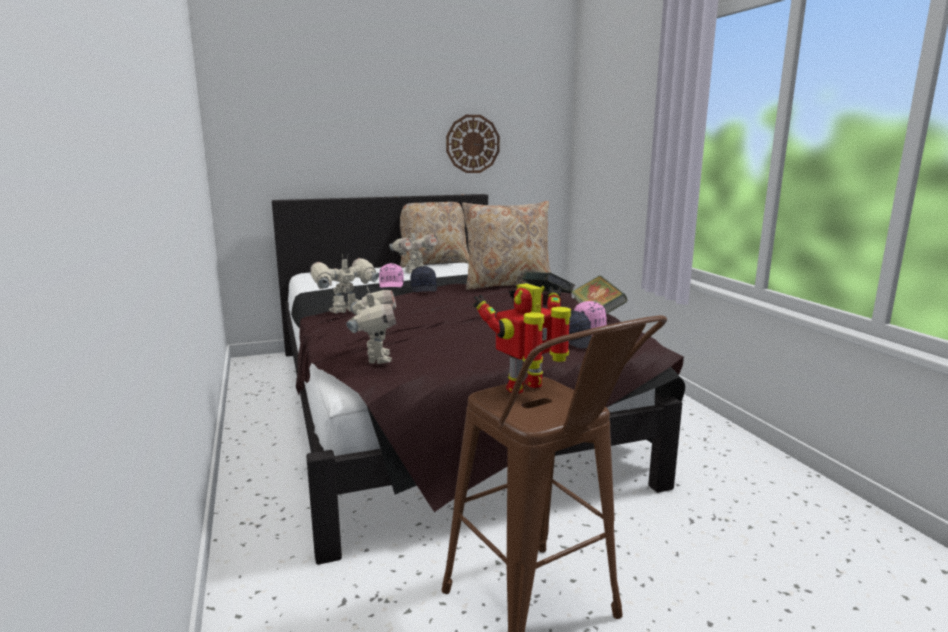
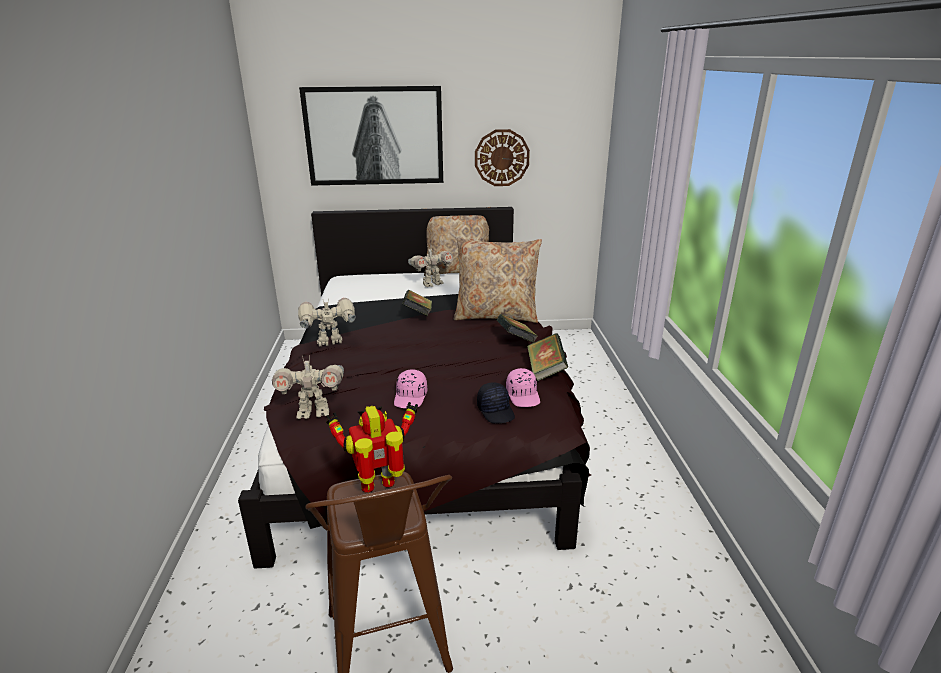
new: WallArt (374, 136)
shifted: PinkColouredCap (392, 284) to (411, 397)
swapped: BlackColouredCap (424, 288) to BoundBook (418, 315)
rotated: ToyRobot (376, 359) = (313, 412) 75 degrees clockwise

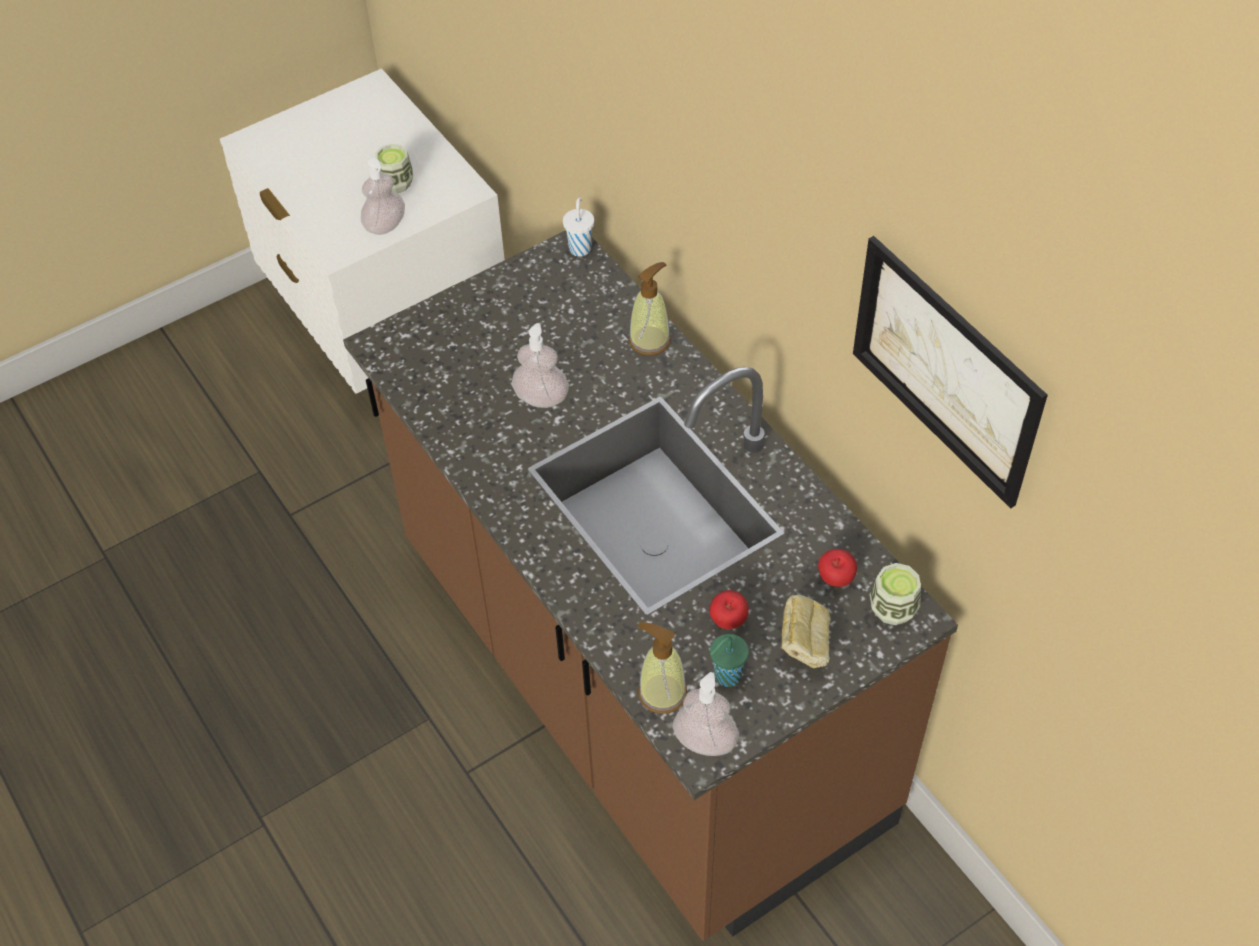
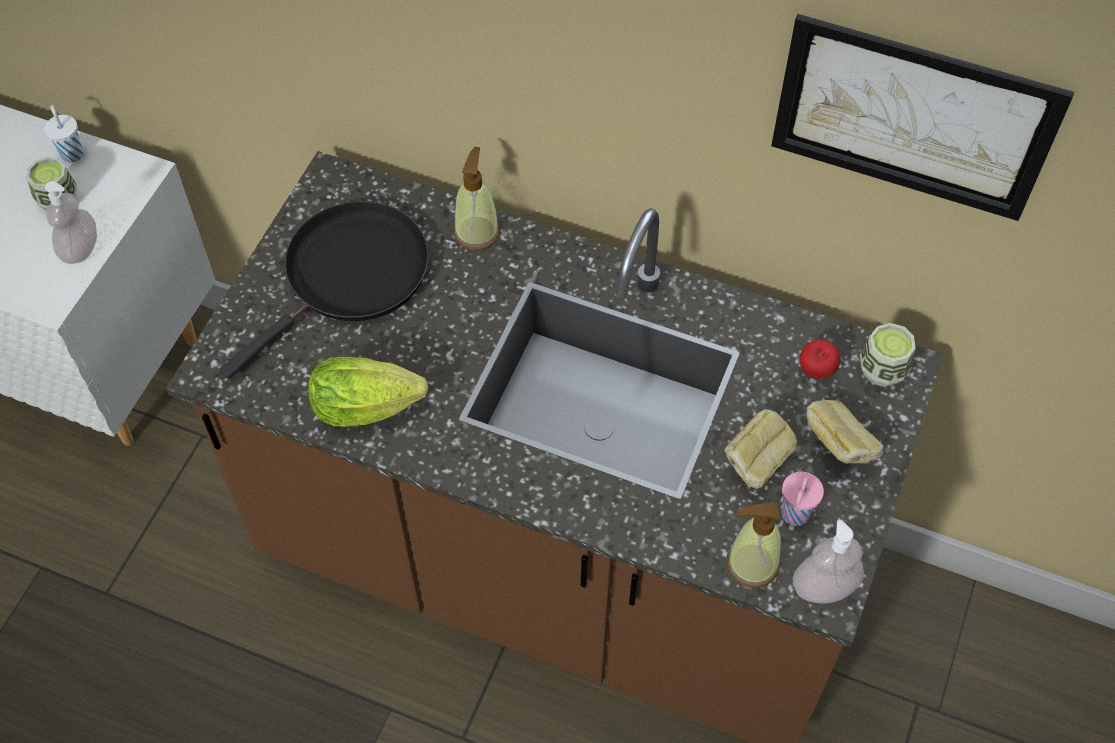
gone: SoapBottle (541, 398)
new: BlackColouredSkillet (350, 276); Lettuce (372, 407)
shifted: WhiteDrinkingCup (580, 248) to (72, 153)
swapped: Apple (728, 622) to BakedBread (756, 463)
repainted: GreenDrinkingCup (726, 677) to PinkColouredDrinkingCup (794, 515)

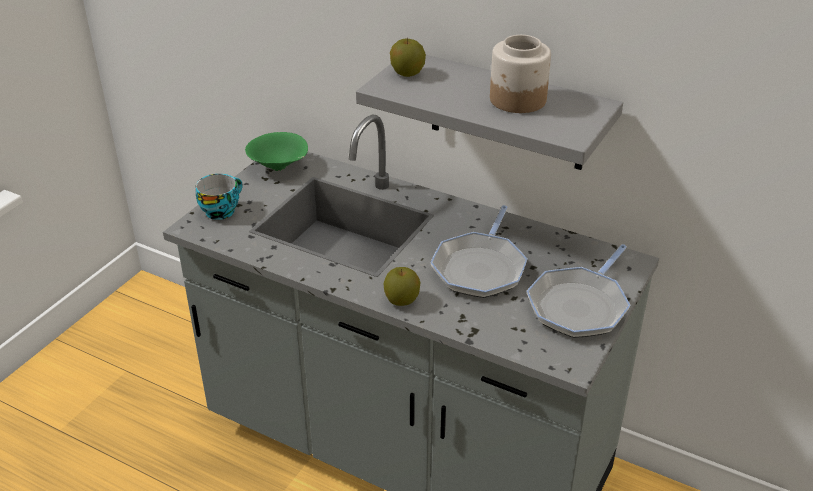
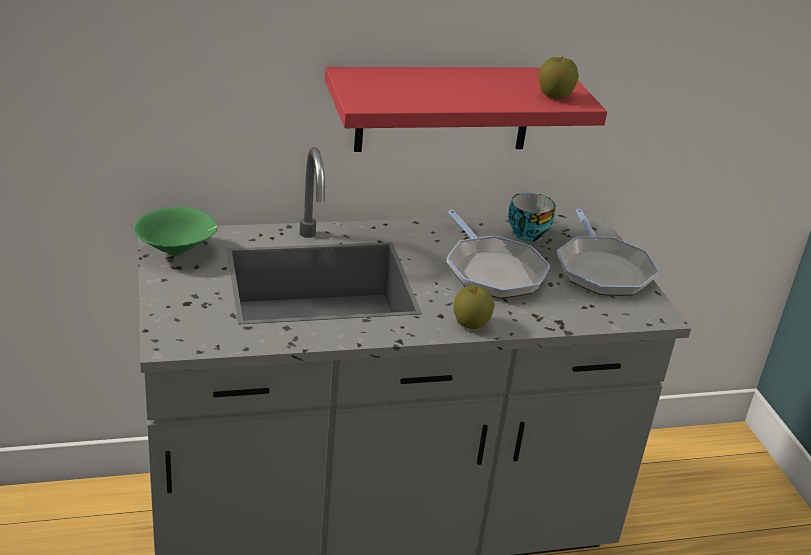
gone: StorageJar (518, 100)
shifted: Apple (407, 73) to (554, 96); DrinkingCup (221, 210) to (526, 232)
repainted: GrayWallShelf (507, 112) to RedColouredWallShelf (444, 109)

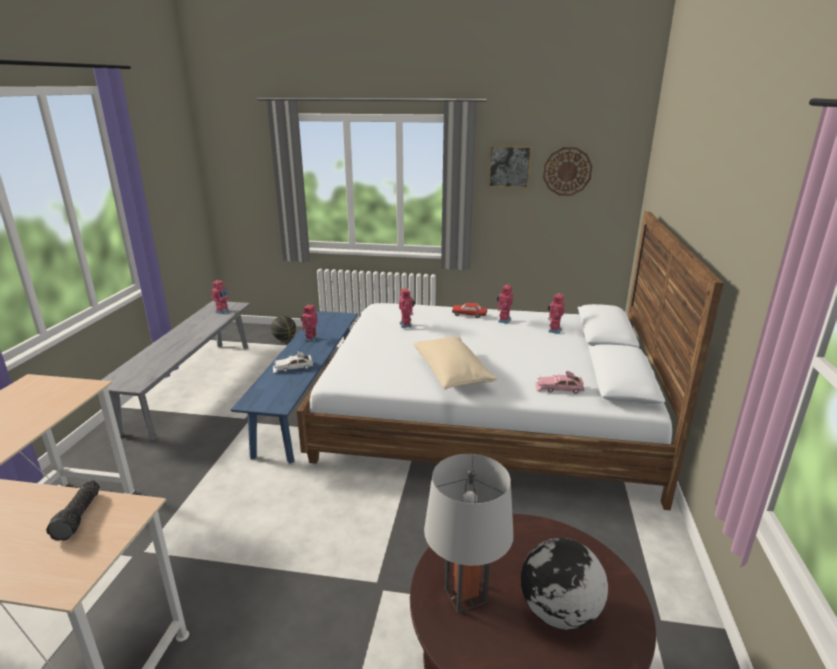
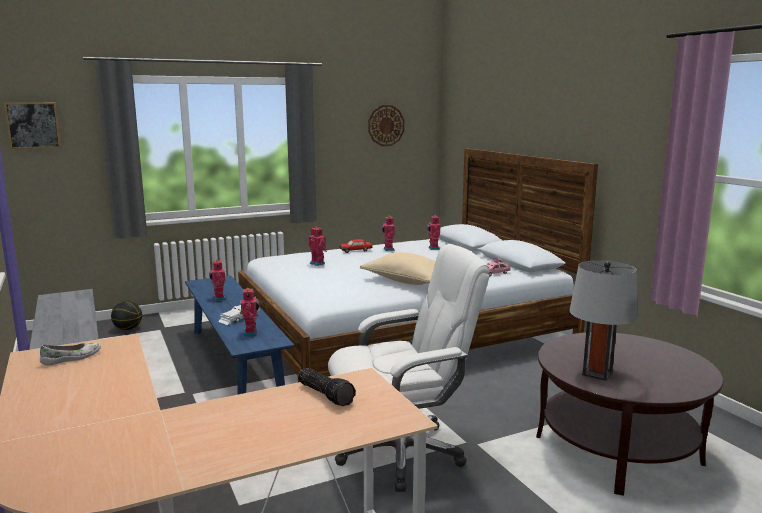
gone: Globe (558, 612)
new: WhiteComputerChair (402, 453); WhiteItemOfFootwear (72, 358)
shifted: WallArt (509, 166) to (33, 125); ToyRobot (223, 311) to (251, 333)

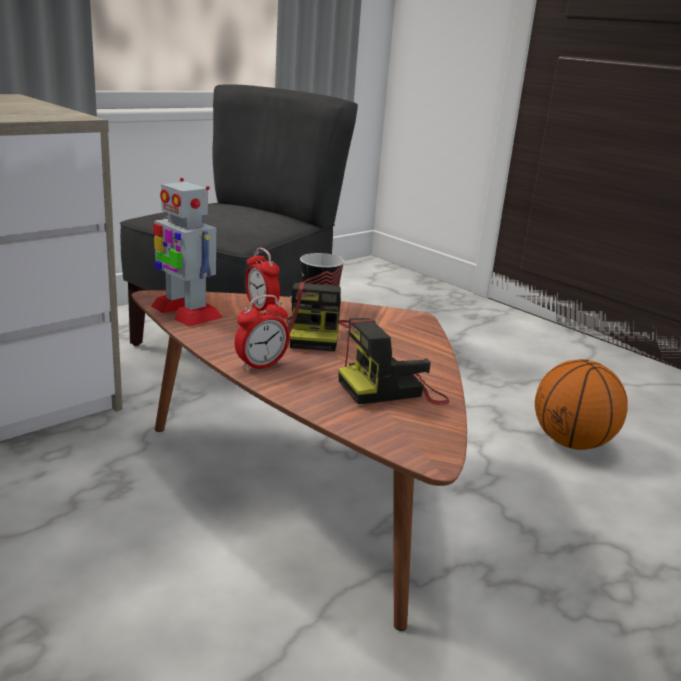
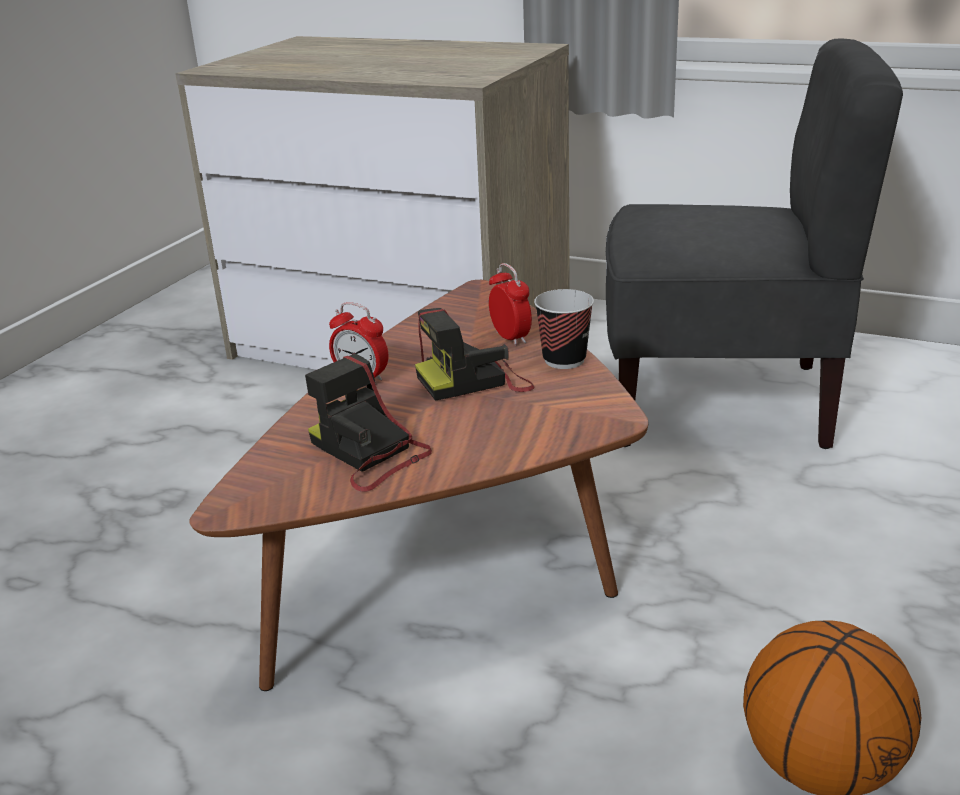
gone: ToyRobot (185, 312)
rotated: AlarmClock (261, 309) = (510, 337) 120 degrees clockwise

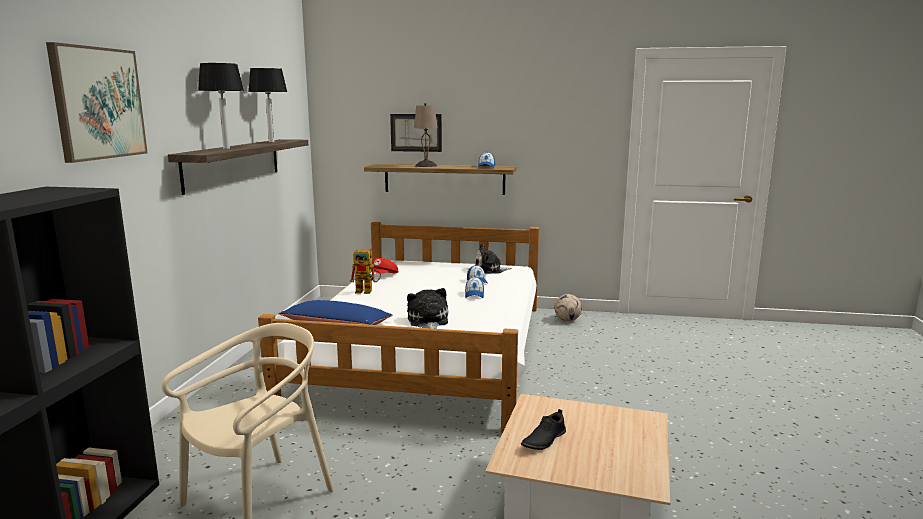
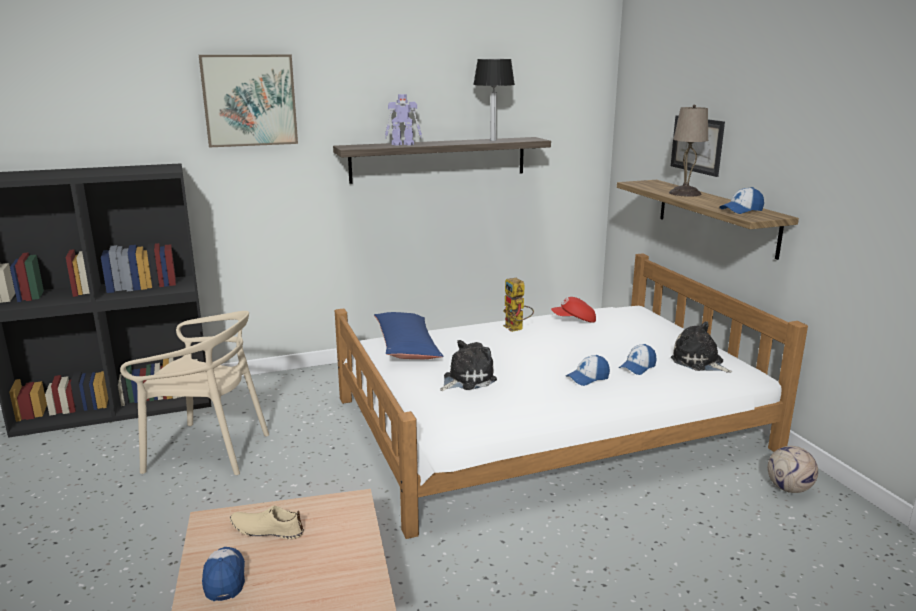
new: Cap (224, 578)
swapped: TabletopLamp (226, 148) to ToyRobot (403, 144)
repainted: BlackColouredItemOfFootwear (543, 440) to BeigeItemOfFootwear (266, 529)

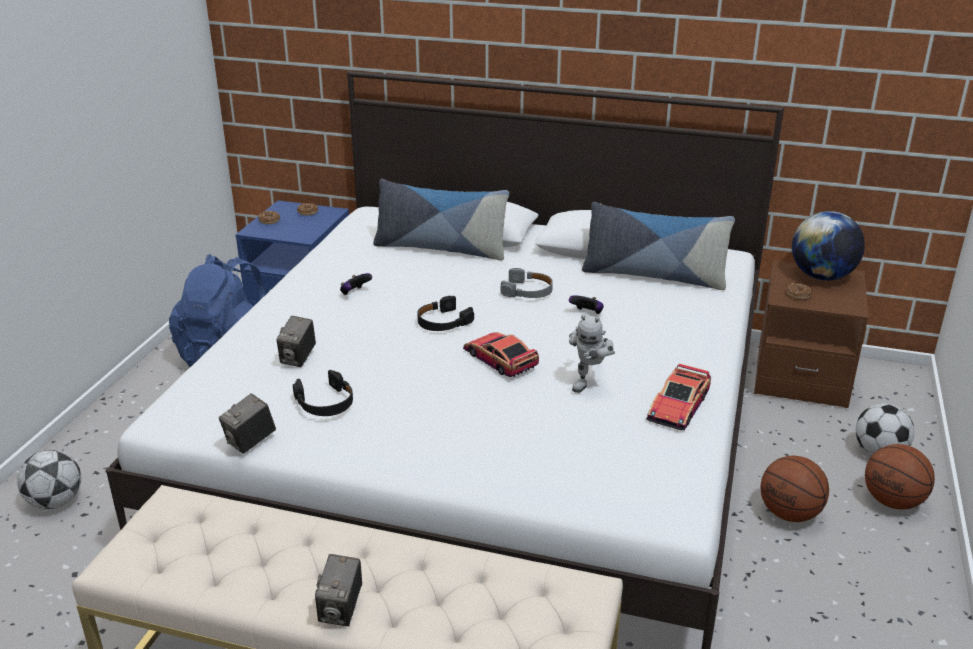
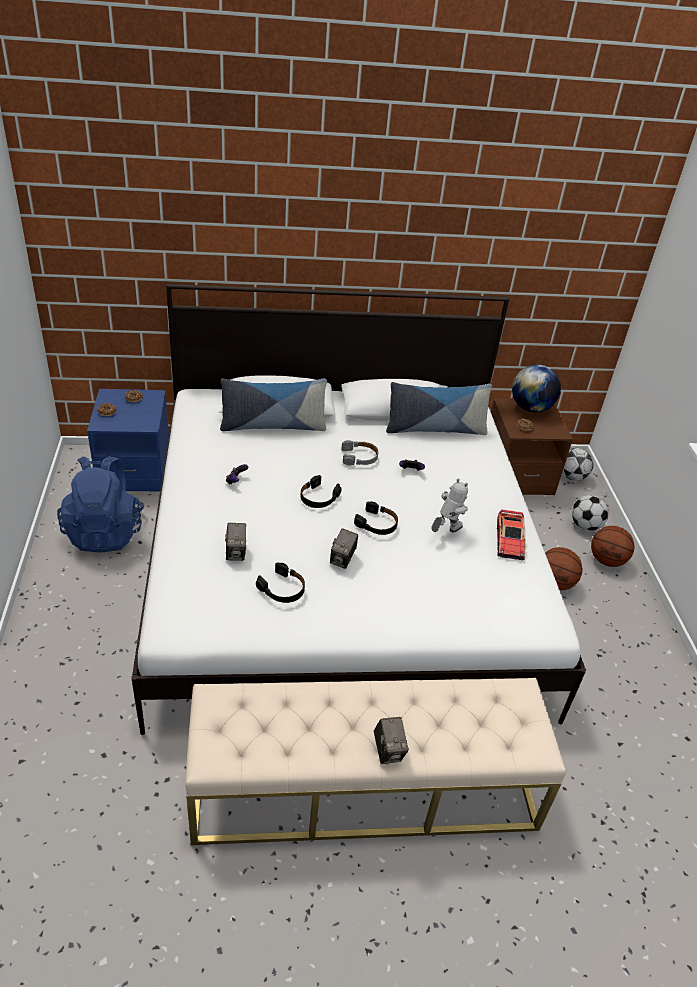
shifted: StillCamera (250, 442) to (342, 559); Football (56, 502) to (572, 477)
swapped: MiniatureCar (500, 359) to BlackColouredHeadphones (377, 524)
rotated: ToyRobot (589, 382) = (445, 532) 135 degrees counterclockwise

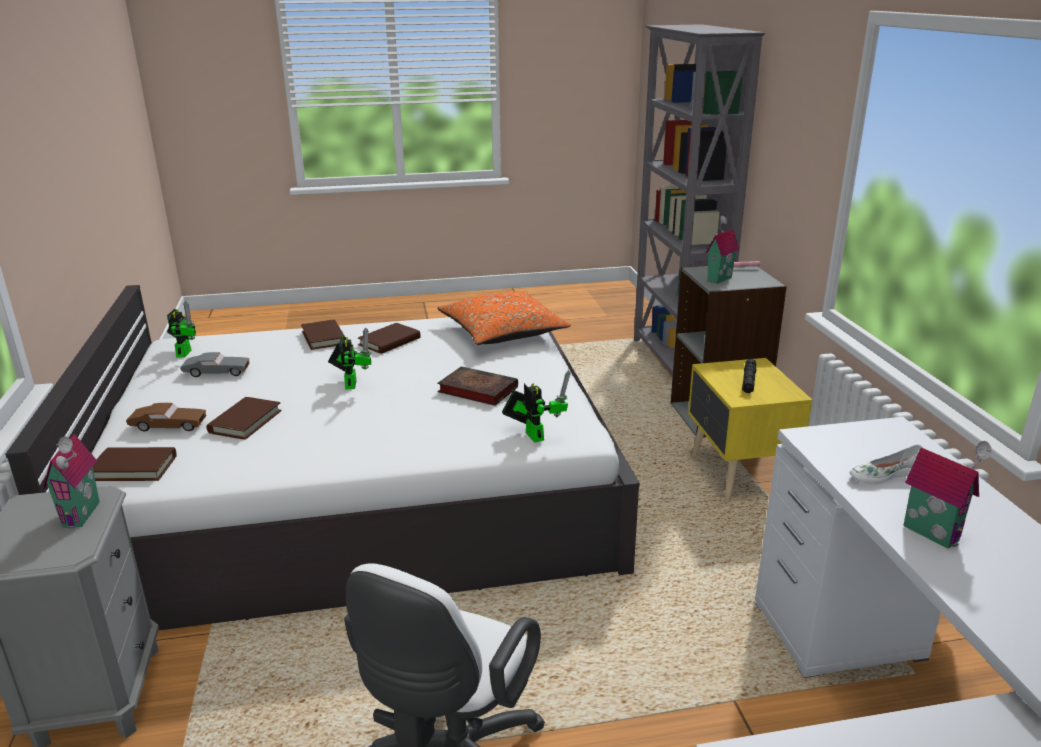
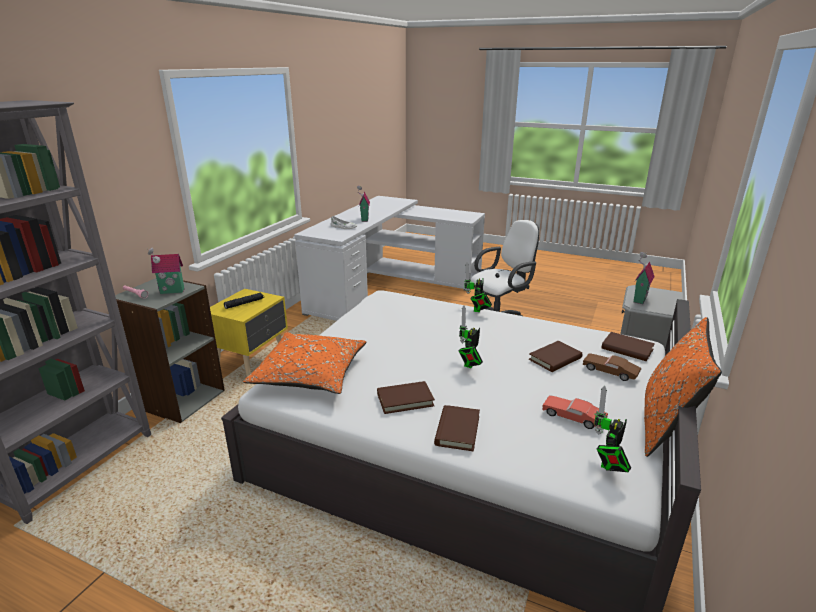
gone: BoundBook (476, 390)
new: OrangeyThrowPillow (666, 426)
shifted: ToyRobot (533, 434) to (477, 310)
repainted: GrayMiniatureCar (216, 373) to RedColouredMiniatureCar (573, 418)

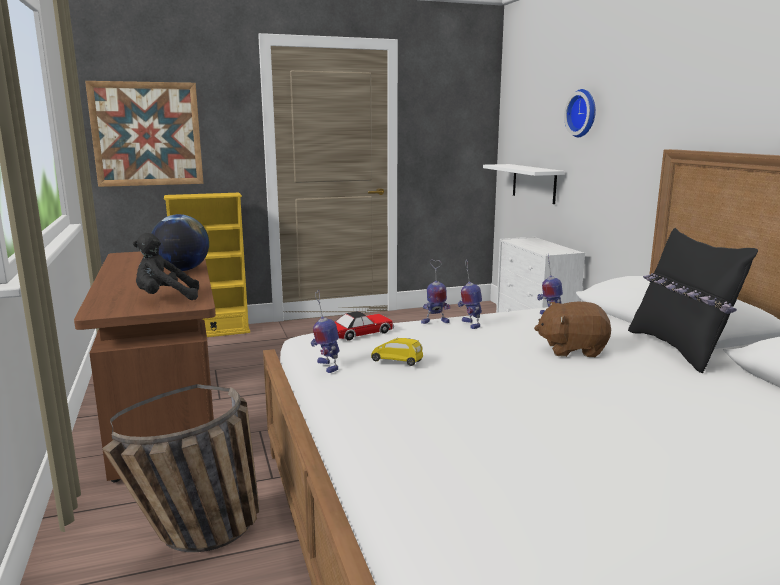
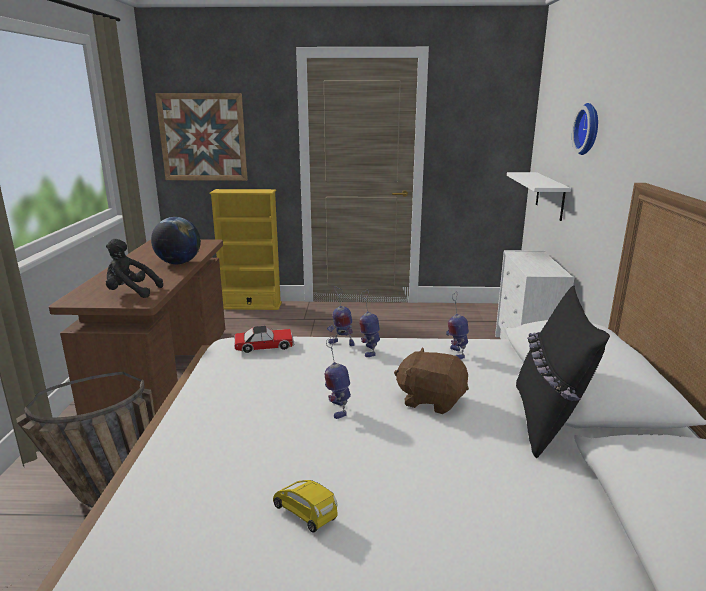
shifted: ToyRobot (326, 366) to (337, 409); YellowMiniatureCar (397, 362) to (306, 514)

